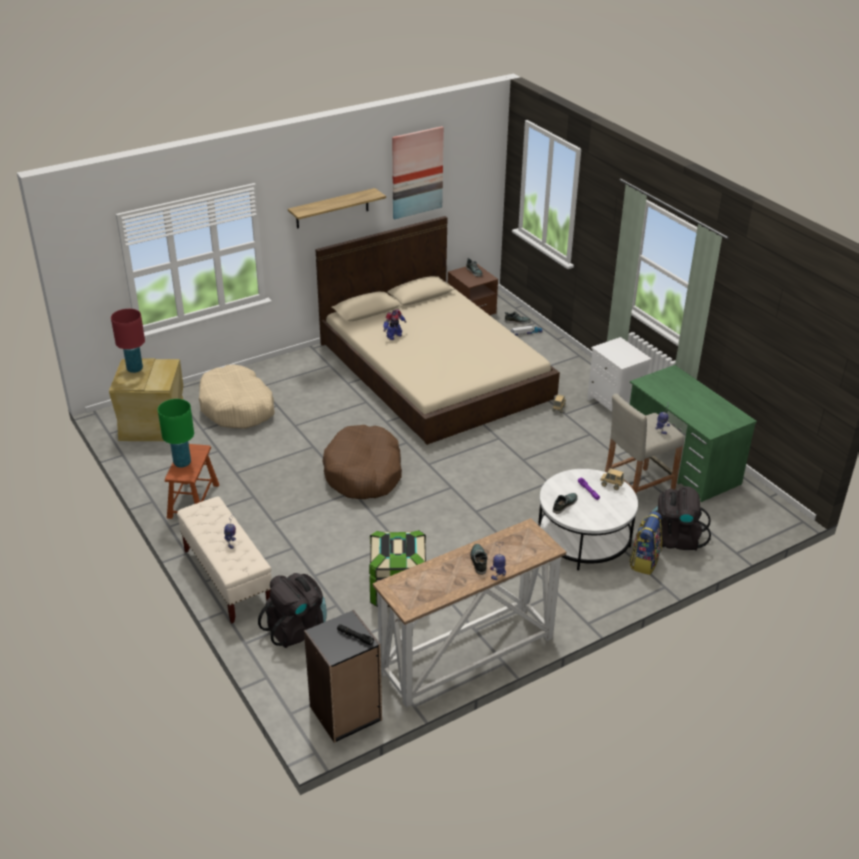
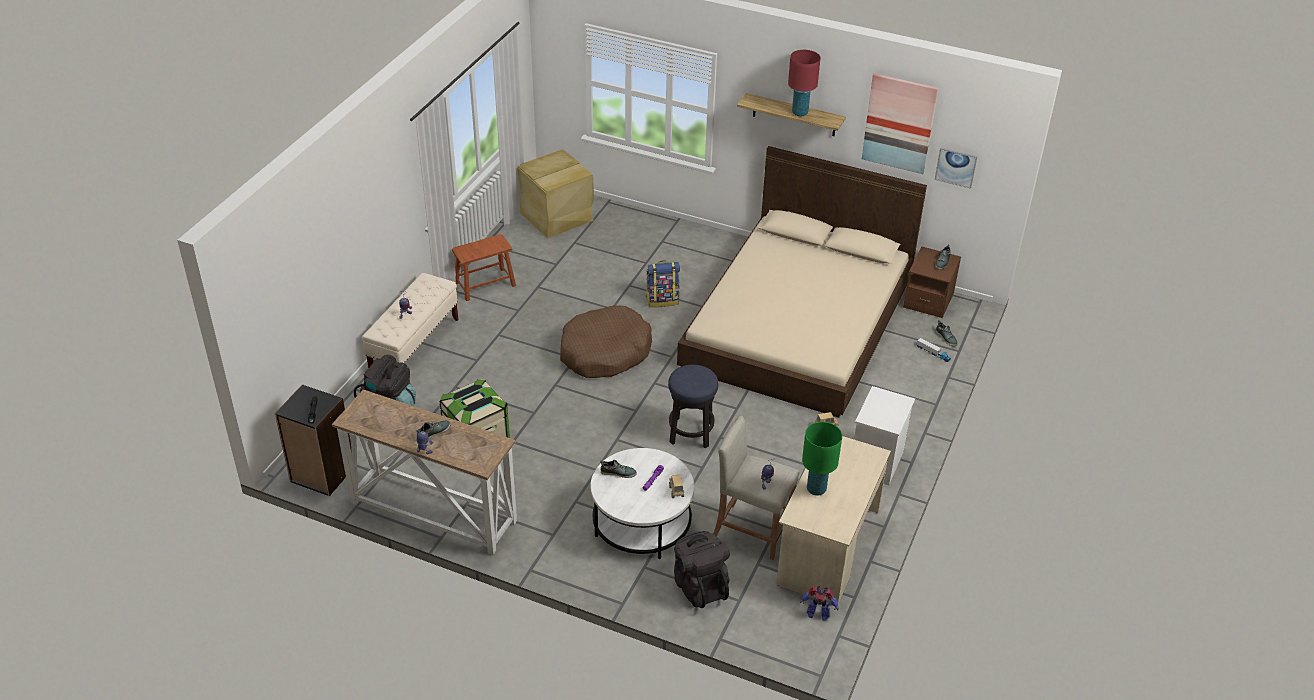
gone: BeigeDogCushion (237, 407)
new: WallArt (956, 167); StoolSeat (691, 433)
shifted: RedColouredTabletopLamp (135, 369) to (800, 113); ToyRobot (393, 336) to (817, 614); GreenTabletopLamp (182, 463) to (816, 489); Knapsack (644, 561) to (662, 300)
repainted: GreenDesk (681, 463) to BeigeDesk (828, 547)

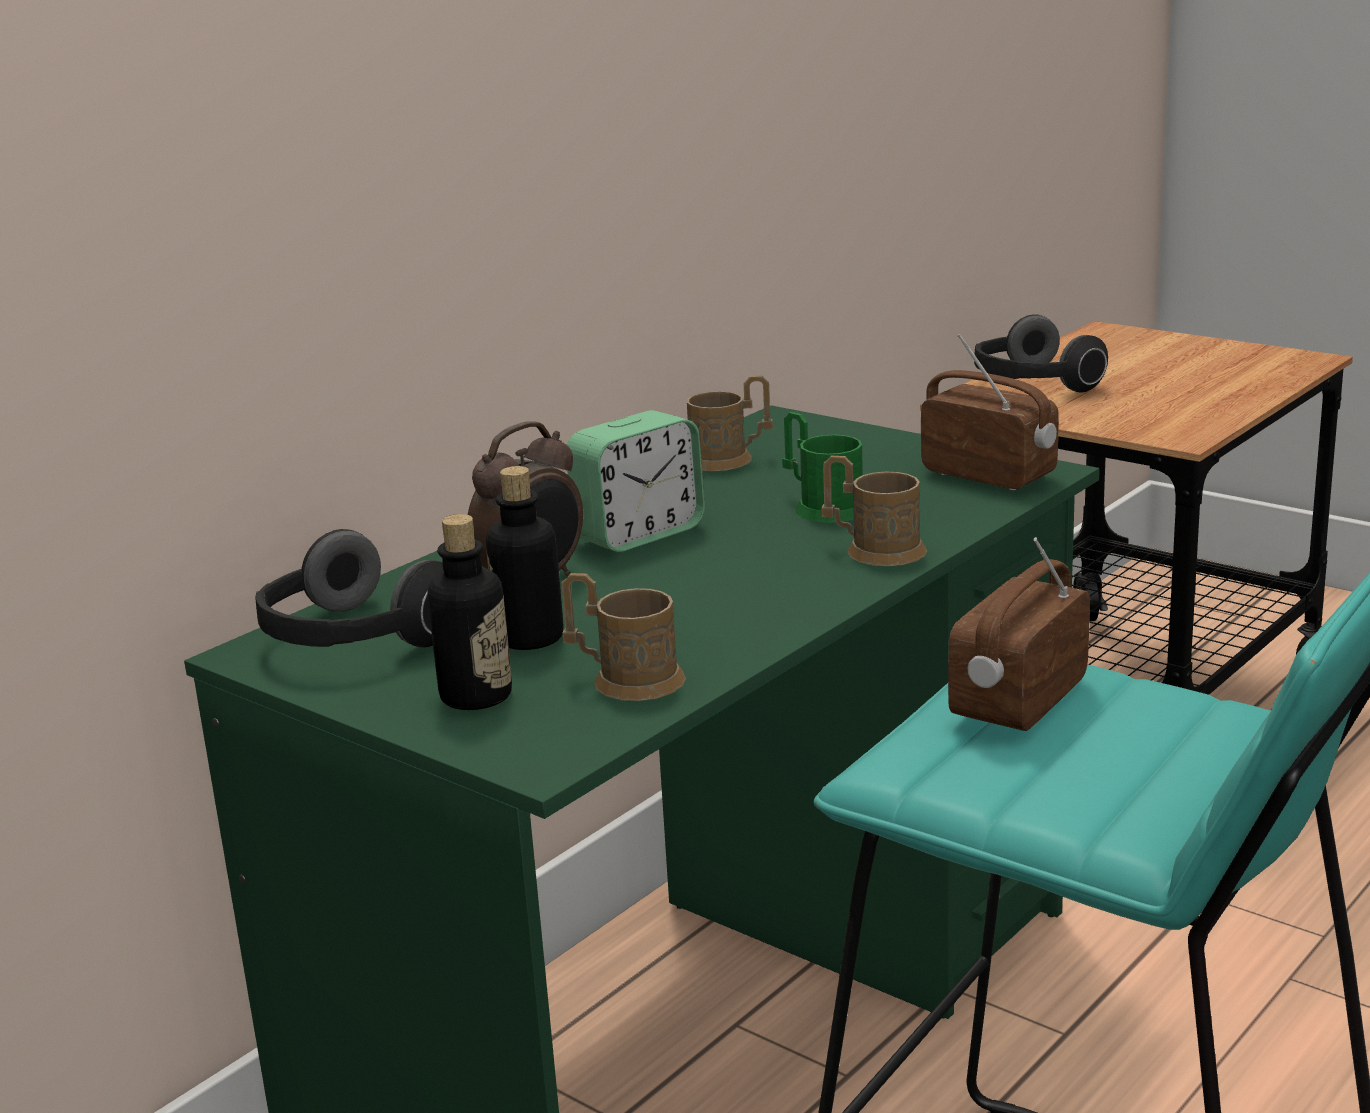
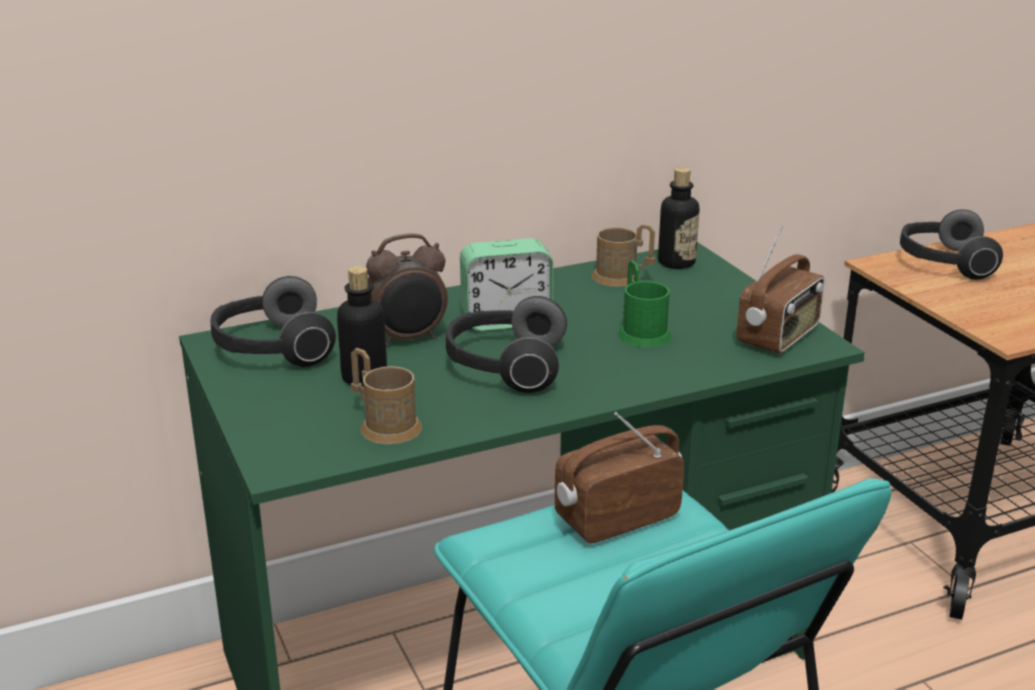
gone: BrownishCoffeeMug (874, 550)
new: Headphones (504, 367)
shifted: Bottle (476, 696) to (676, 262)
rotated: RadioSet (989, 475) = (779, 337) 60 degrees clockwise

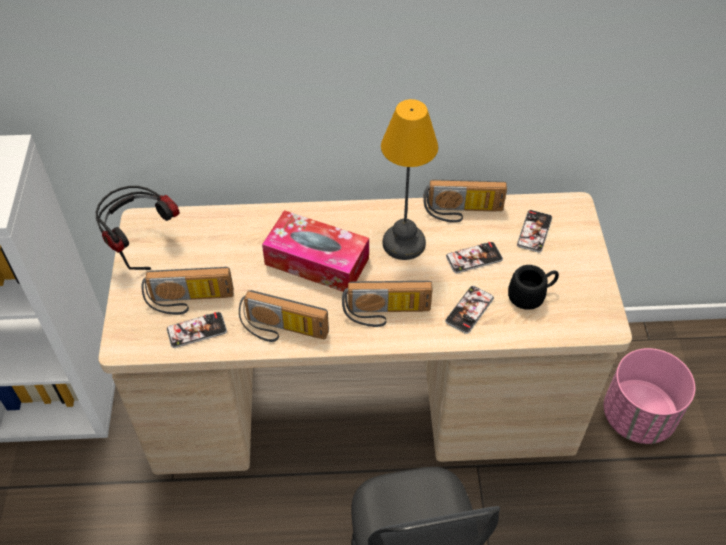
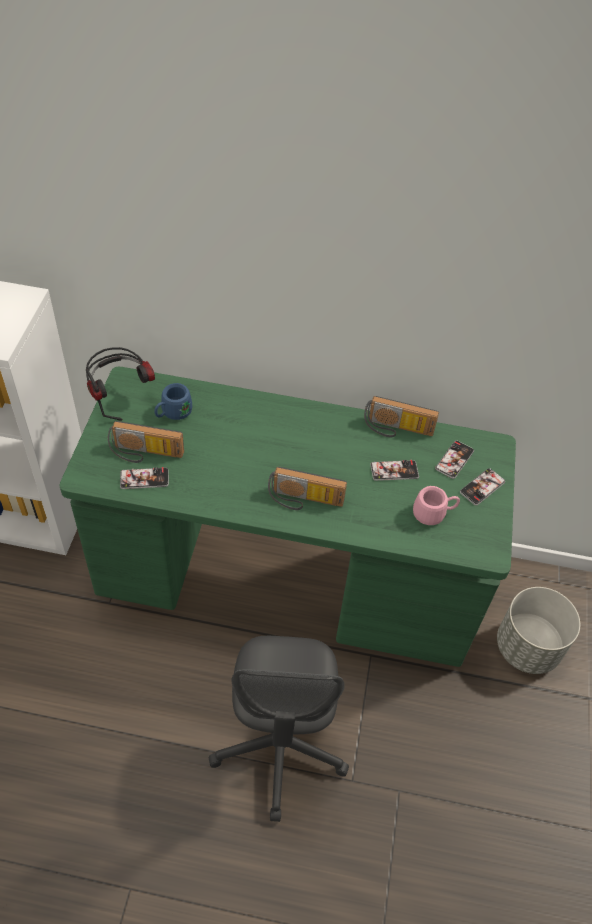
gone: TabletopLamp (404, 242); TissueHolder (317, 261); RadioSet (282, 331)
new: BlueCoffeeMug (172, 413)
shifted: Handset (469, 310) to (482, 487)
repainted: BeigeDesk (362, 406) to GreenDesk (286, 580); BlackColouredCoffeeMug (531, 295) to PinkColouredCoffeeMug (434, 513); PinkColouredPlantPot (638, 416) to GrayPlantPot (528, 647)

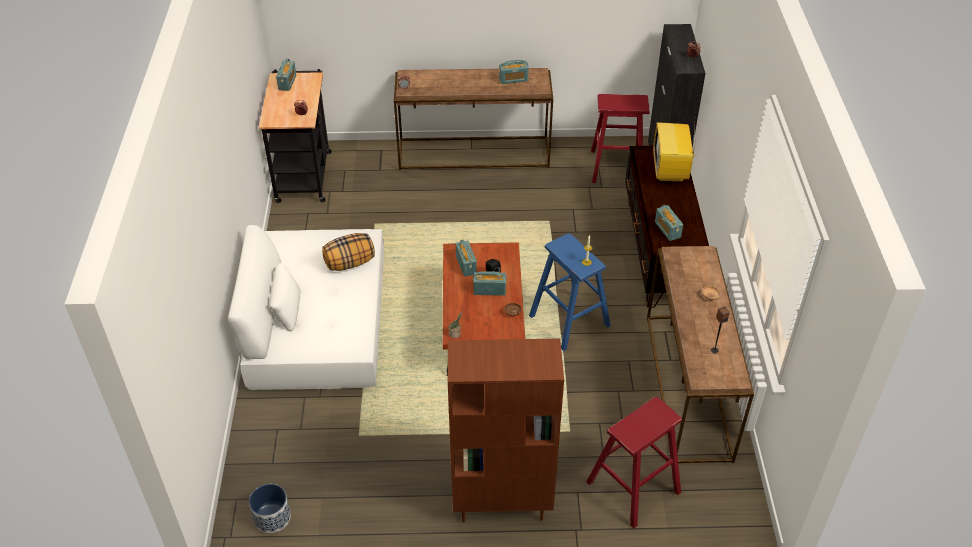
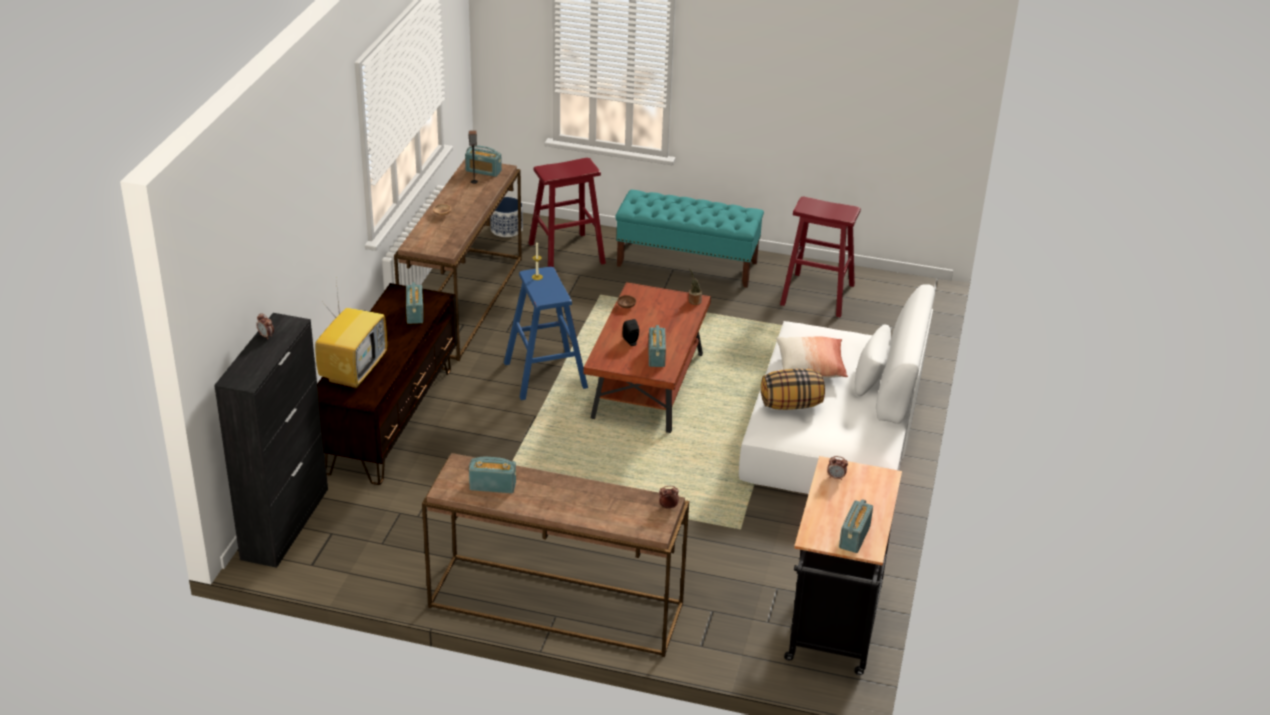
new: ThrowPillow (810, 367)
shifted: RedColouredStoolSeat (616, 167) to (817, 294); RadioSet (489, 290) to (483, 171); PlantPot (272, 518) to (507, 229)
swapped: BrownishBookshelf (501, 505) to TurquoiseColouredIndoorBench (687, 264)

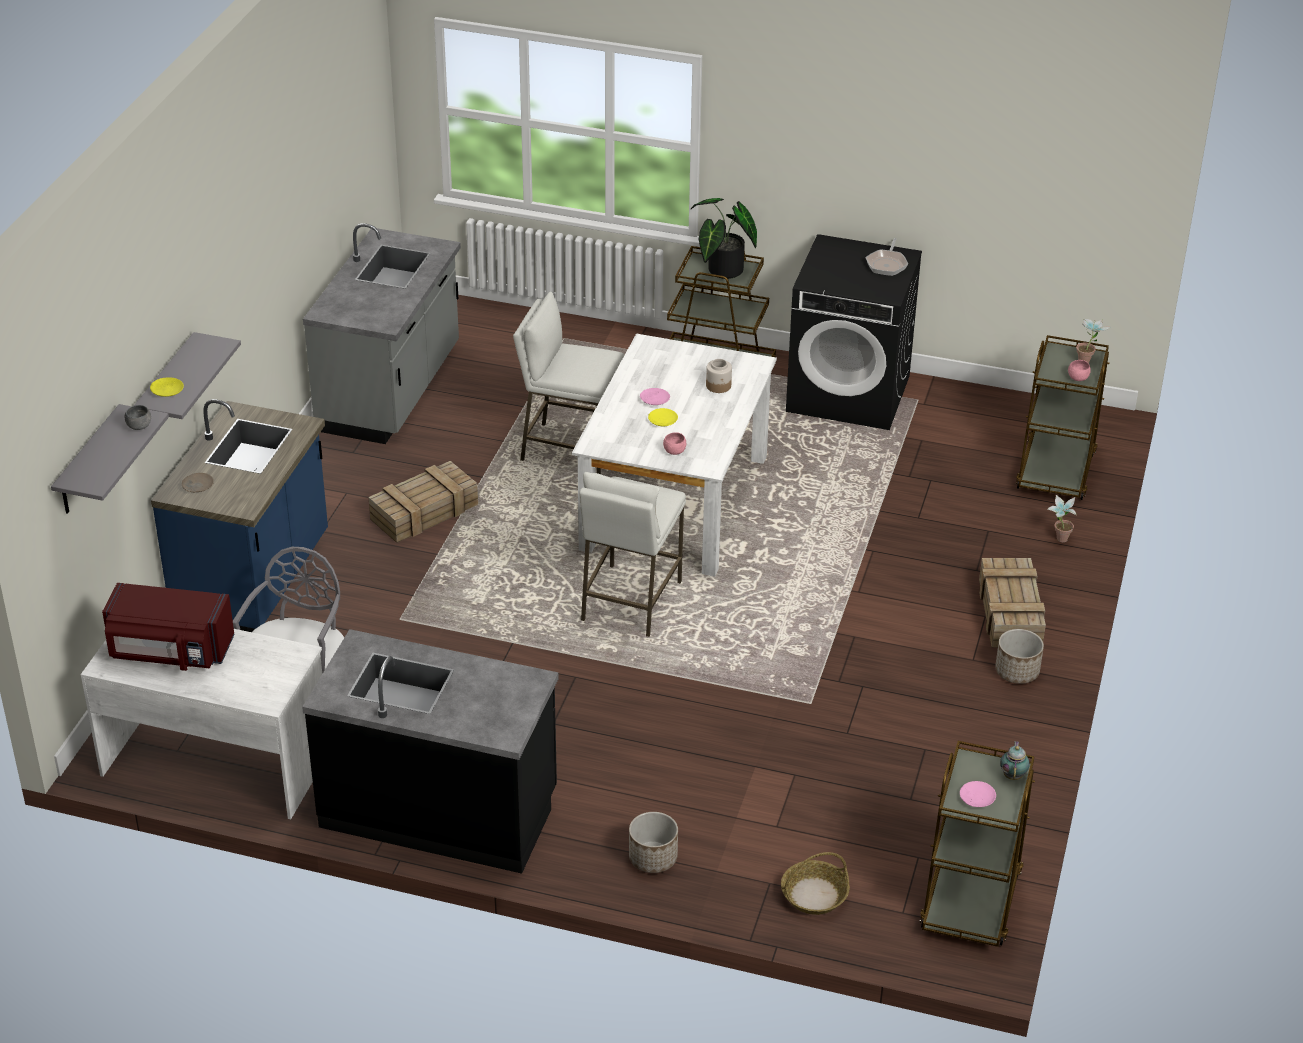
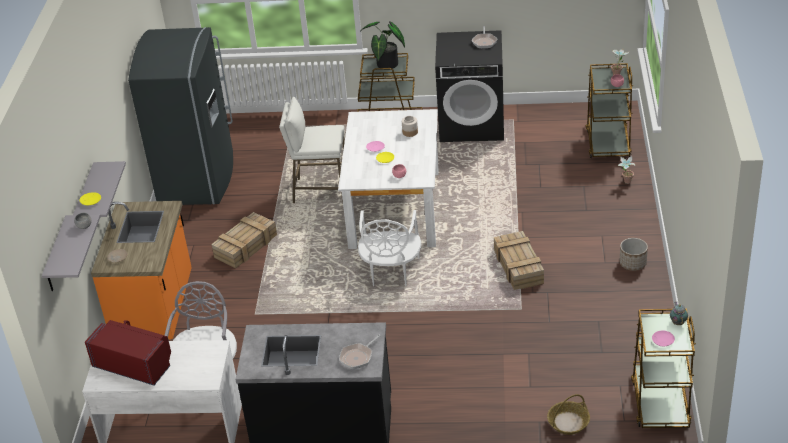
gone: PlantPot (652, 858)
new: Skillet (358, 357)
shifted: ShippingCrate (1010, 614) to (519, 267)
swapped: GrayCounter (391, 391) to GrayRefrigerator (198, 178); WhiteStoolSeat (630, 601) to WhiteUprightChair (391, 272)
repainted: BlueCounter (255, 582) to OrangeyCounter (156, 311)
rotated: RedColouredKitchenMicrowave (170, 652) = (134, 364) 150 degrees counterclockwise

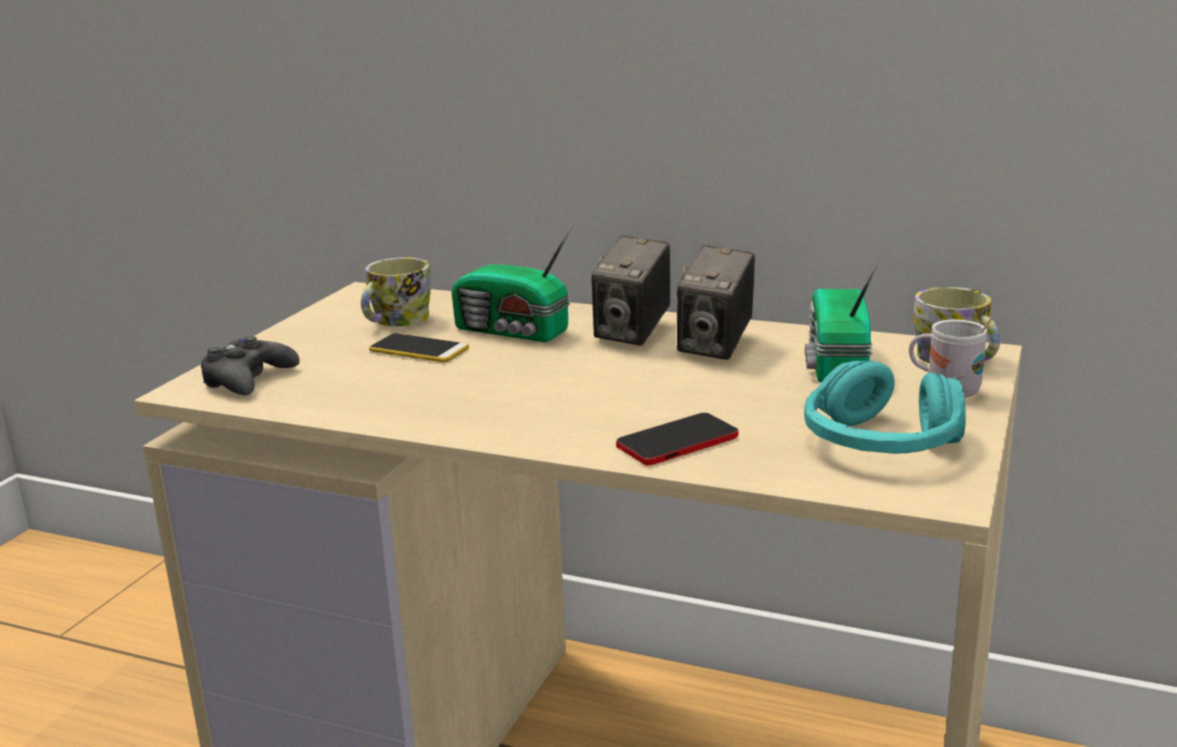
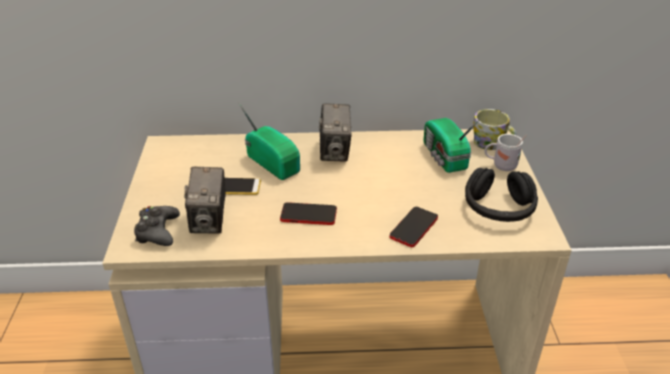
gone: CoffeeMug (396, 321)
new: Handset (308, 215)
shifted: StillCamera (715, 346) to (209, 221)
repainted: TurquoiseColouredHeadphones (880, 443) to BlackColouredHeadphones (498, 208)
rotated: RadioSet (513, 331) = (273, 162) 135 degrees counterclockwise

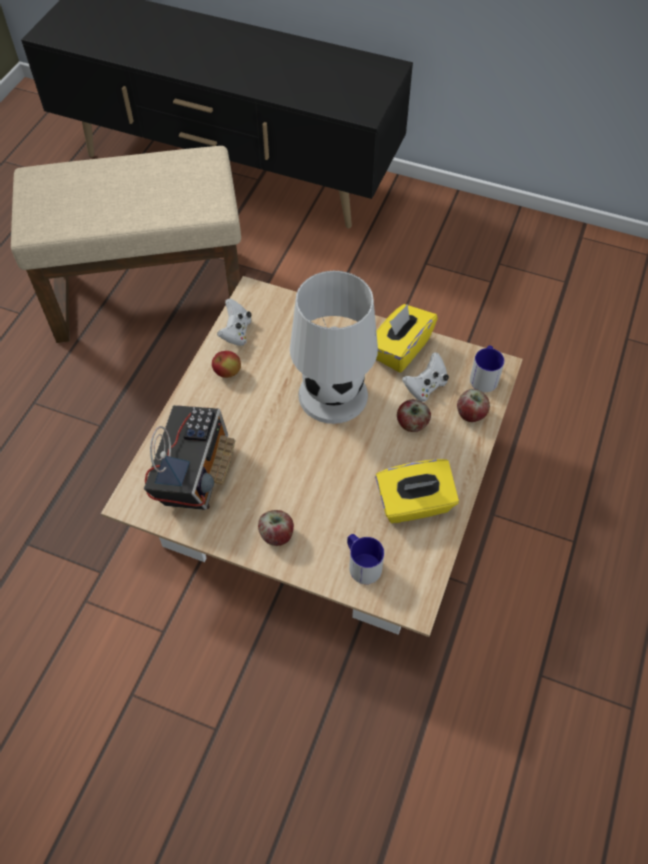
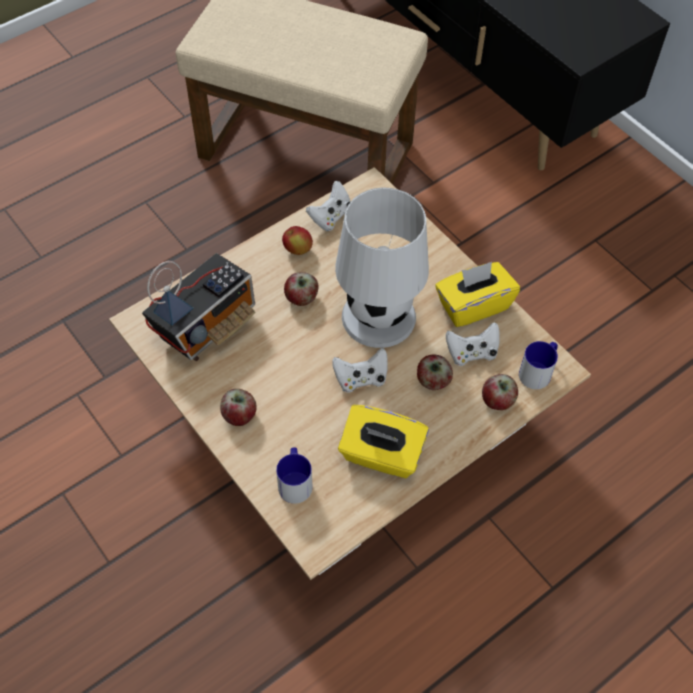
new: Apple (301, 298); WhiteGameController (361, 379)

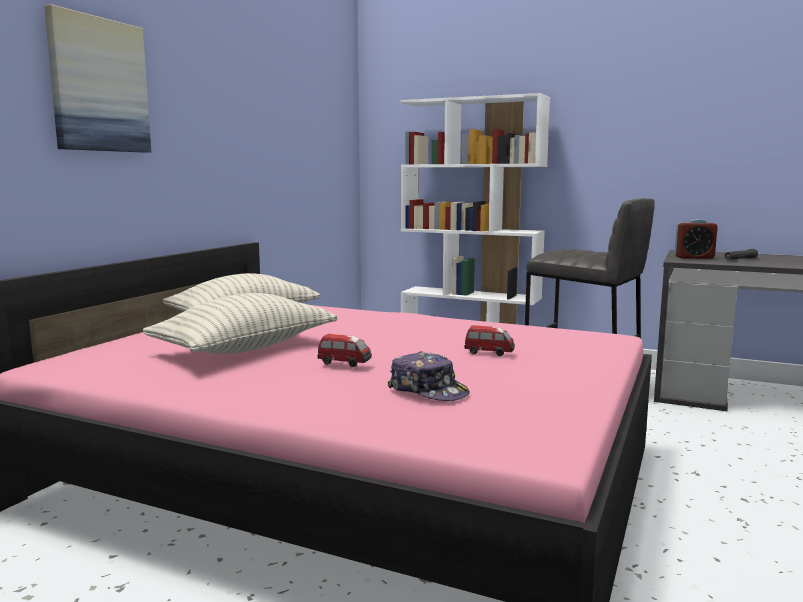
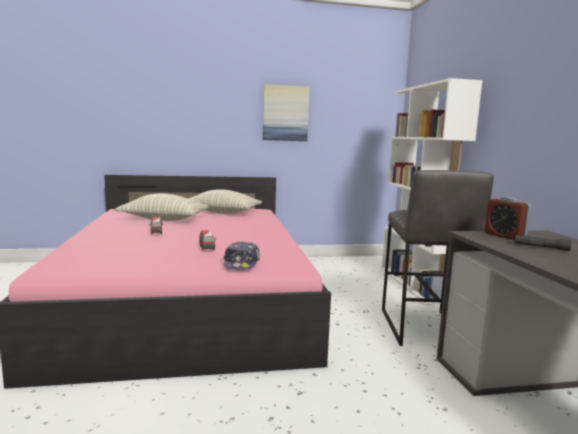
shifted: WallArt (99, 85) to (285, 113); Cap (428, 391) to (241, 264)

